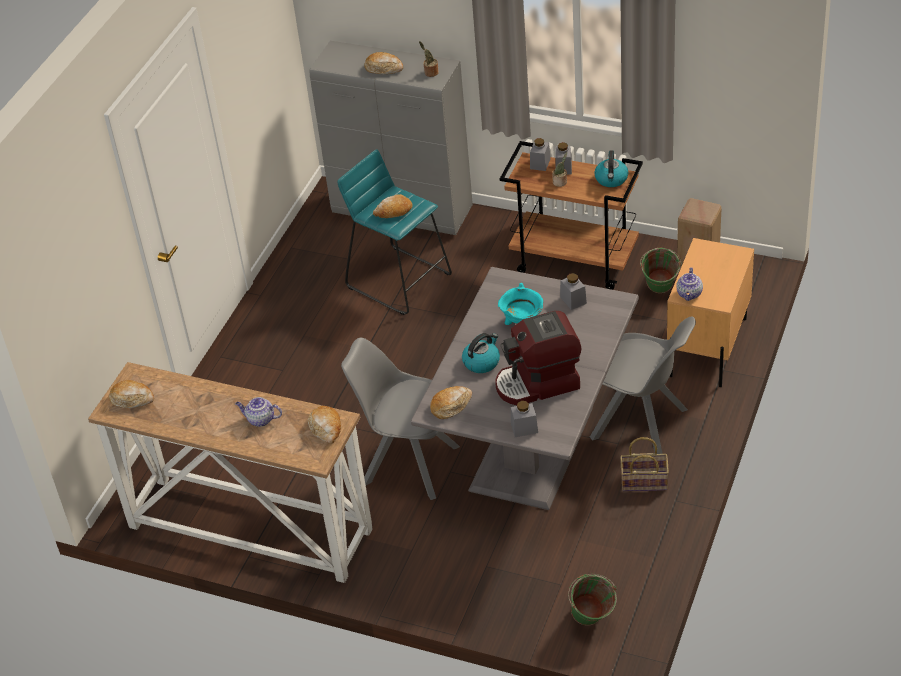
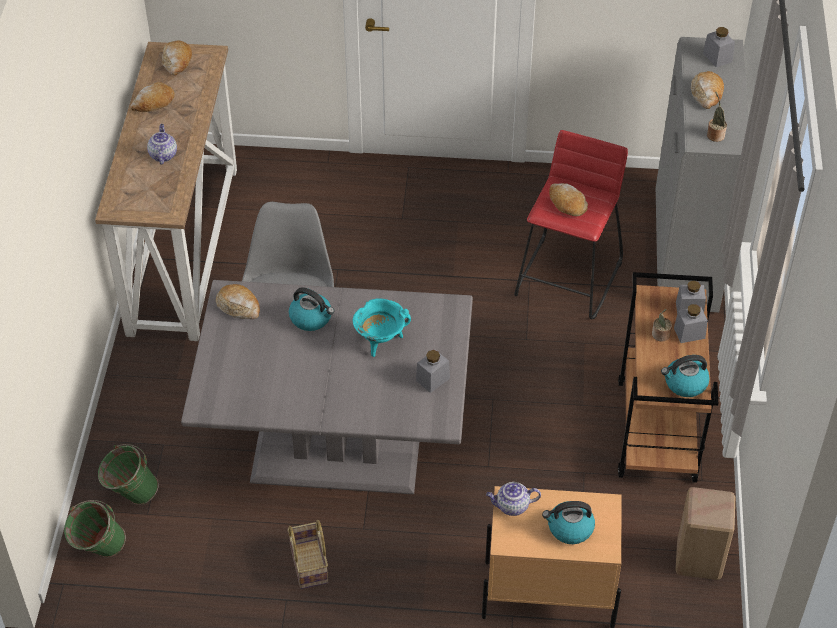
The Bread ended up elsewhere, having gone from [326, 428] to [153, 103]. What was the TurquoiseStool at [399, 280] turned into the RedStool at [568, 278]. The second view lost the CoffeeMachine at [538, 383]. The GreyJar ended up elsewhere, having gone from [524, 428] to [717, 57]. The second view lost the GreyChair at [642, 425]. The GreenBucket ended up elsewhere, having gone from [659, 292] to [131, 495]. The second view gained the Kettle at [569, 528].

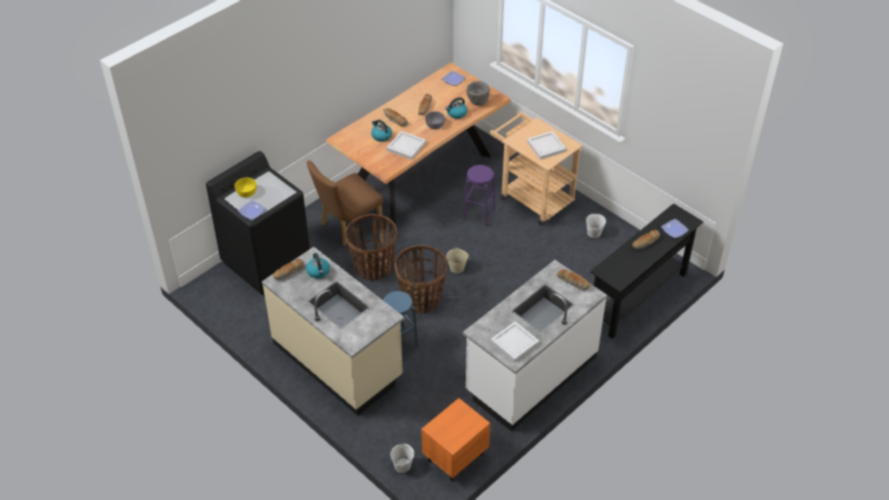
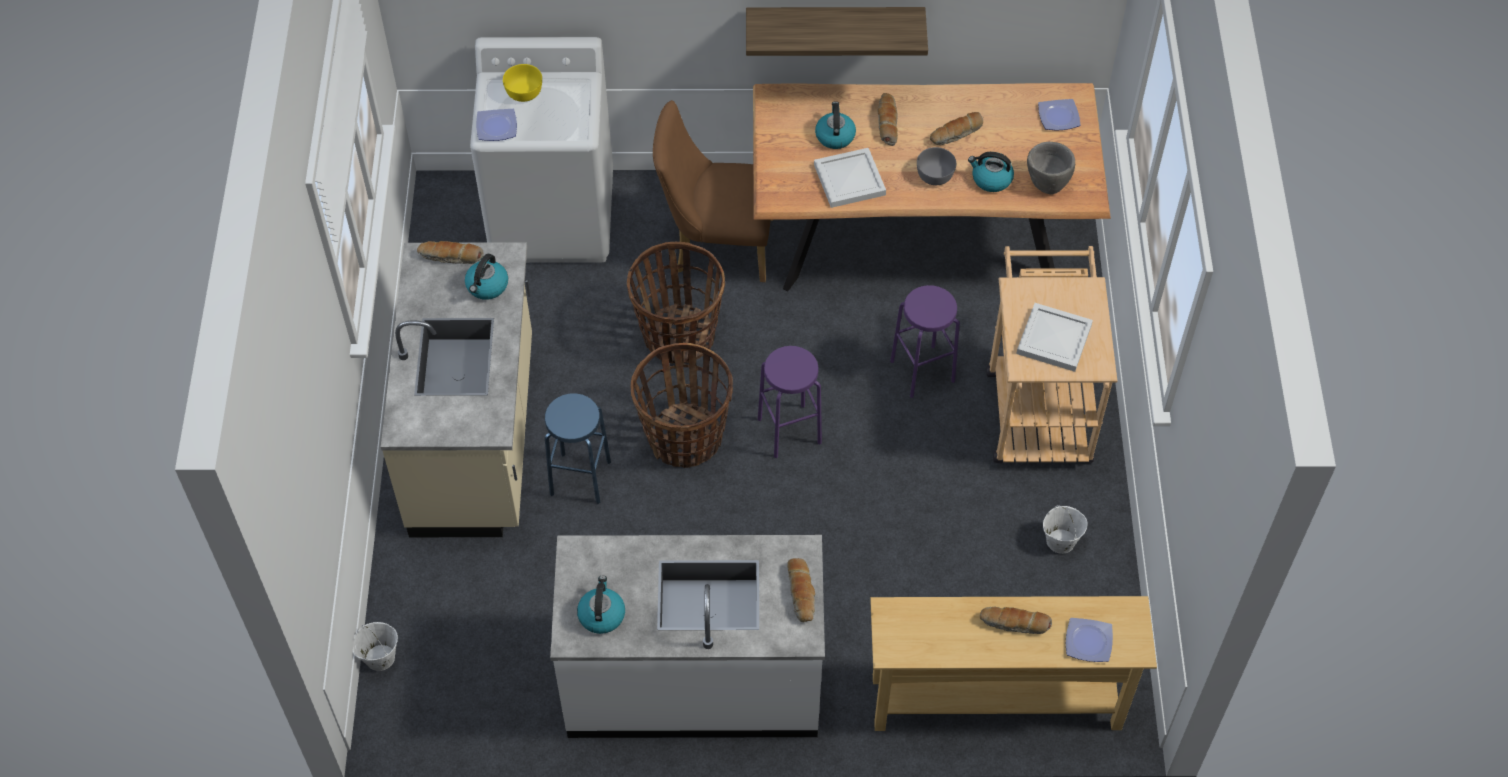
What was the BlackWashingMachine at [267, 262] turned into the WhiteWashingMachine at [553, 217]. The second view lost the OrangeNightstand at [454, 457]. Where the BeigeBucket stood at [457, 268], the PurpleStool came to stand at [789, 431]. Where the WhiteTray stood at [514, 343], the Kettle came to stand at [601, 614]. What was the BlackConsoleTable at [638, 298] turned into the BeigeConsoleTable at [996, 703]. The second view gained the Shelf at [834, 23].

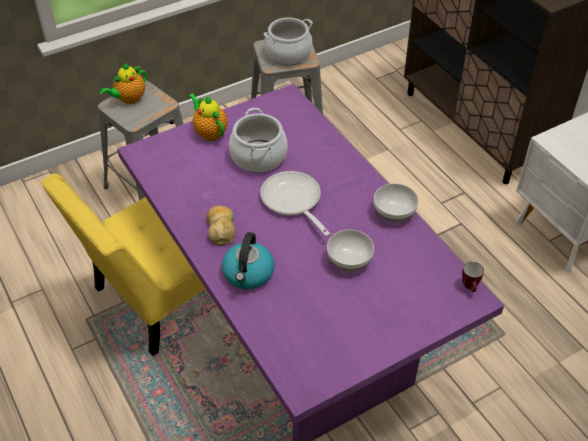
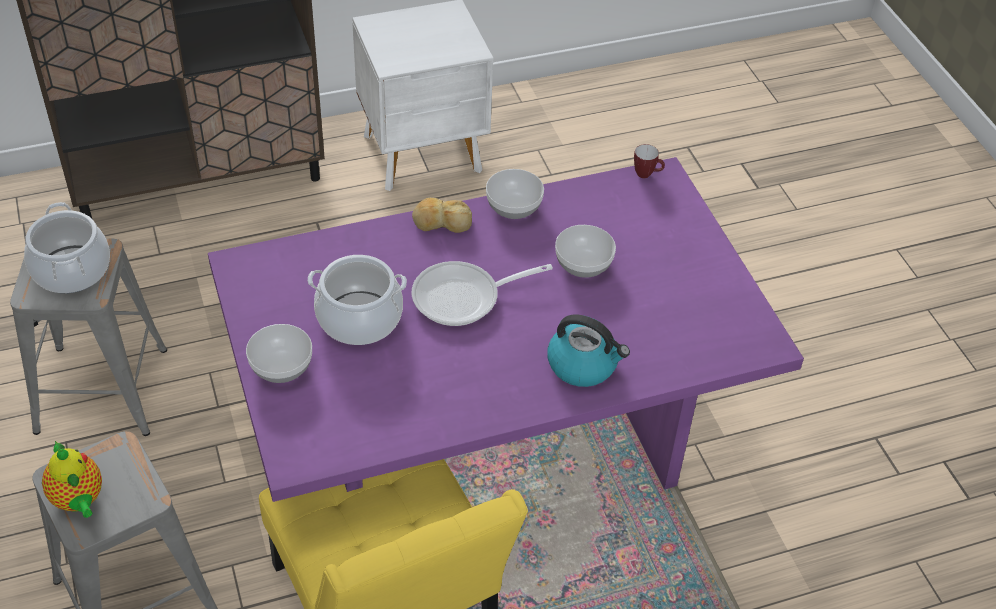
Where the Teapot stood at [209, 132], the Bowl came to stand at [282, 367]. The Bread ended up elsewhere, having gone from [221, 229] to [442, 222].

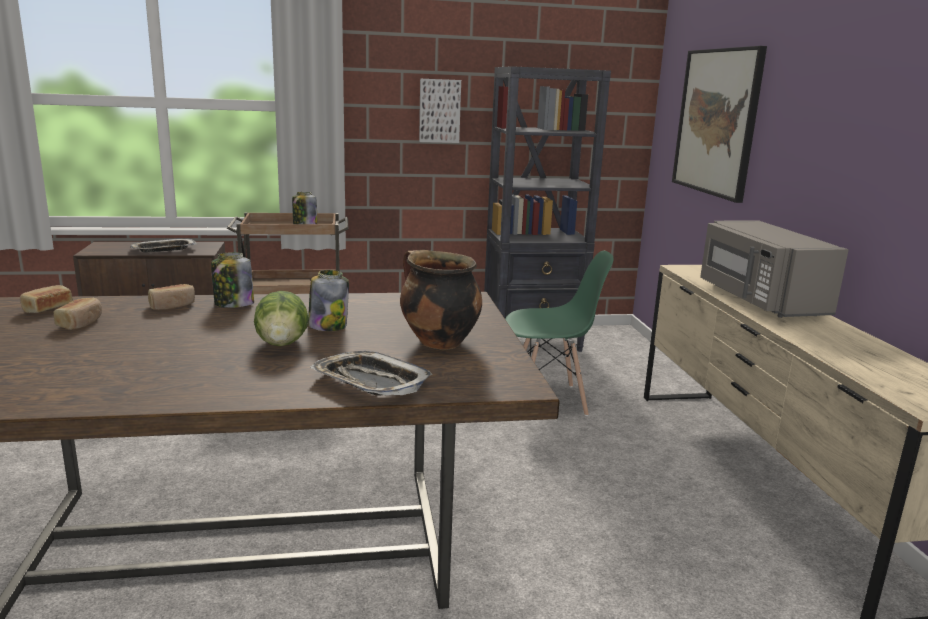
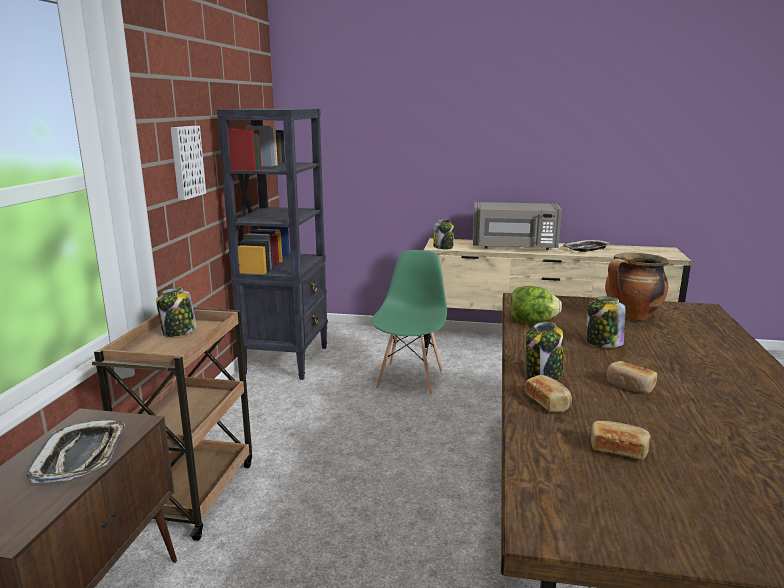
The Bread ended up elsewhere, having gone from [47, 308] to [630, 386]. The Lettuce ended up elsewhere, having gone from [282, 344] to [532, 321]. The Tray ended up elsewhere, having gone from [370, 382] to [587, 249]. The second view lost the Picture at [716, 122]. The second view gained the Jar at [443, 247].

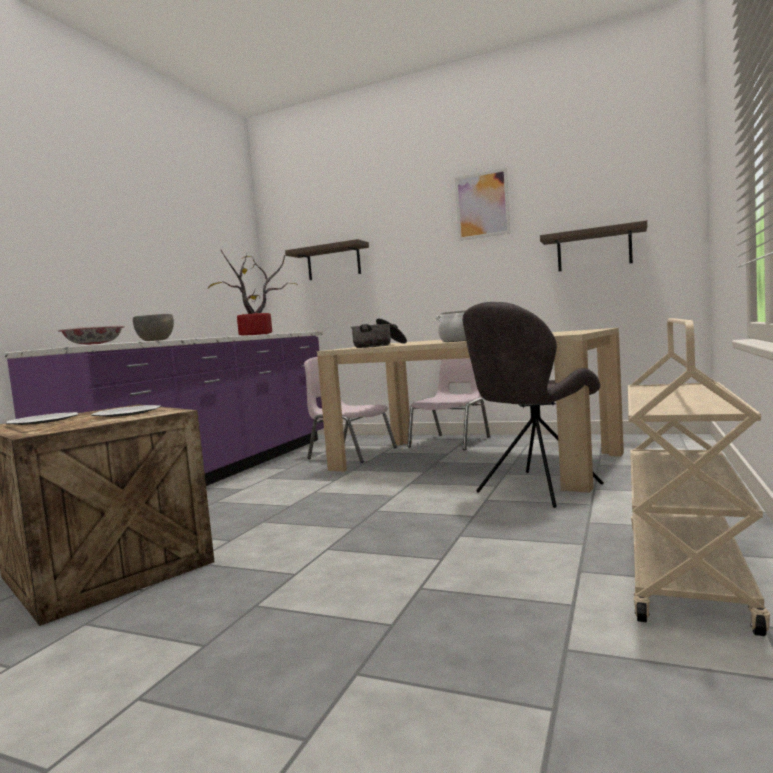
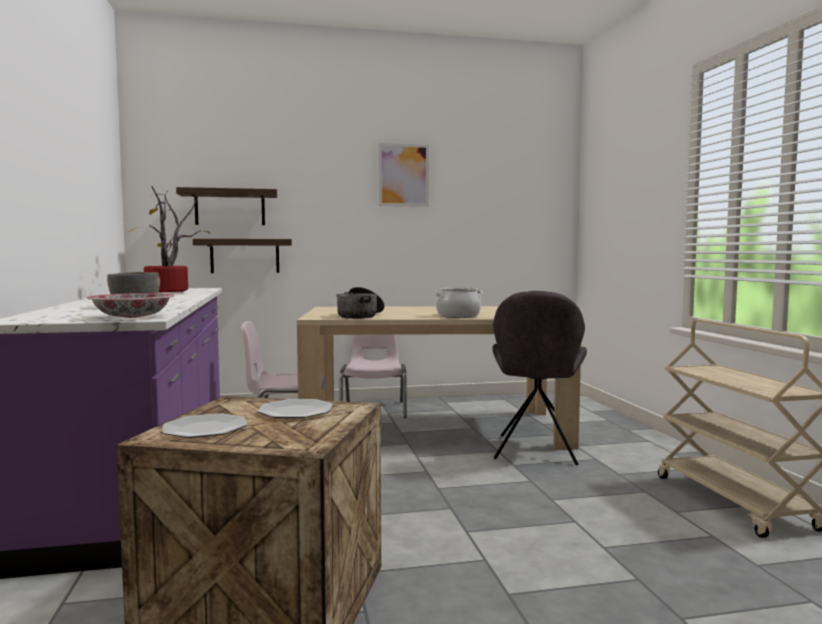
The Shelf ended up elsewhere, having gone from [594, 249] to [245, 256].

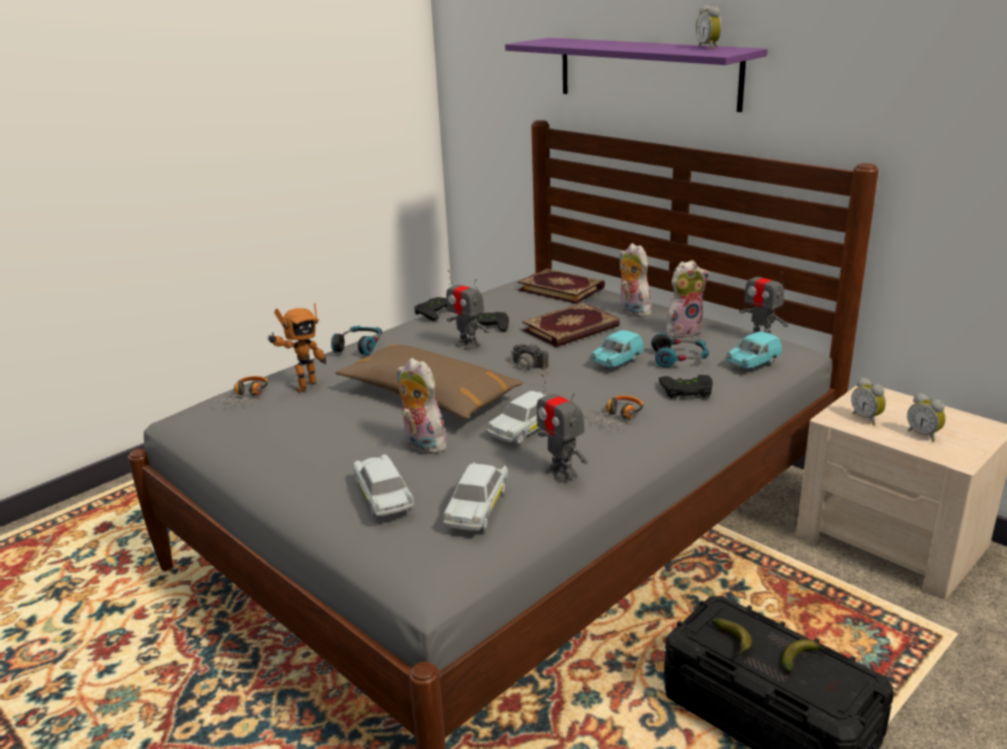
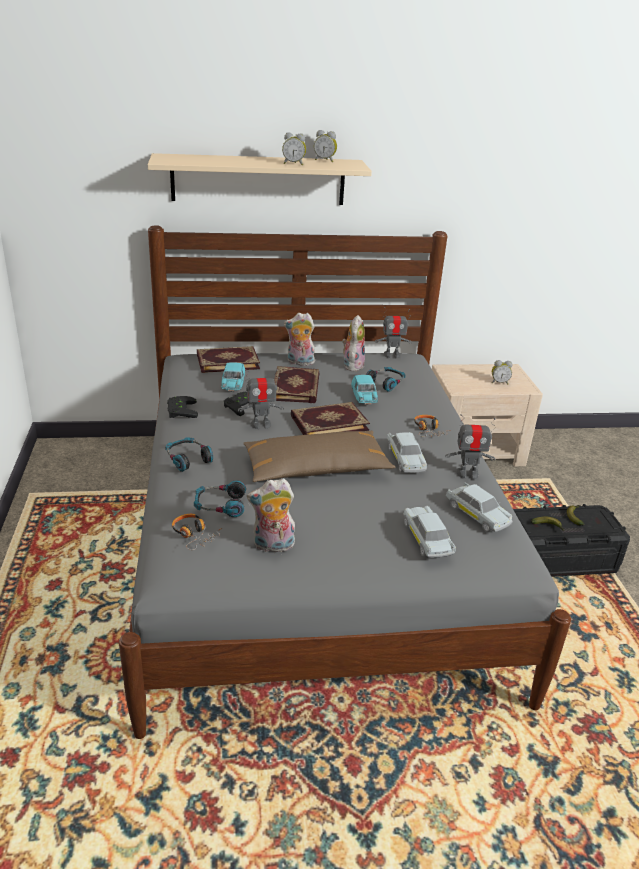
Where the ToyRobot stood at [303, 386], the Headphones came to stand at [220, 505]. The WhiteToyCar at [383, 496] ended up facing another way, 60 degrees clockwise from before. The PlushToy ended up elsewhere, having gone from [421, 445] to [272, 546]. What was the PurpleShelf at [646, 72] turned into the BeigeShelf at [258, 180]. Where the PhotoCamera stood at [530, 367], the Book came to stand at [329, 422]. The second view lost the BlackGameController at [686, 391]. The TurquoiseToyCar ended up elsewhere, having gone from [752, 364] to [233, 386]. The AlarmClock ended up elsewhere, having gone from [867, 418] to [294, 164].

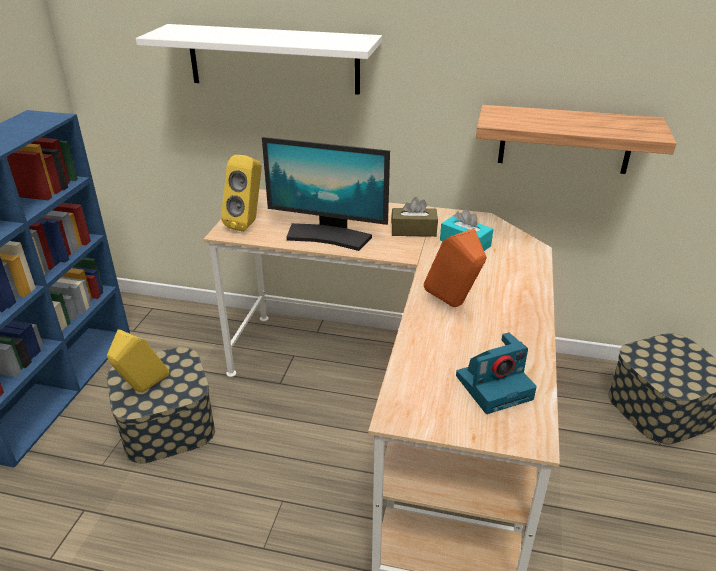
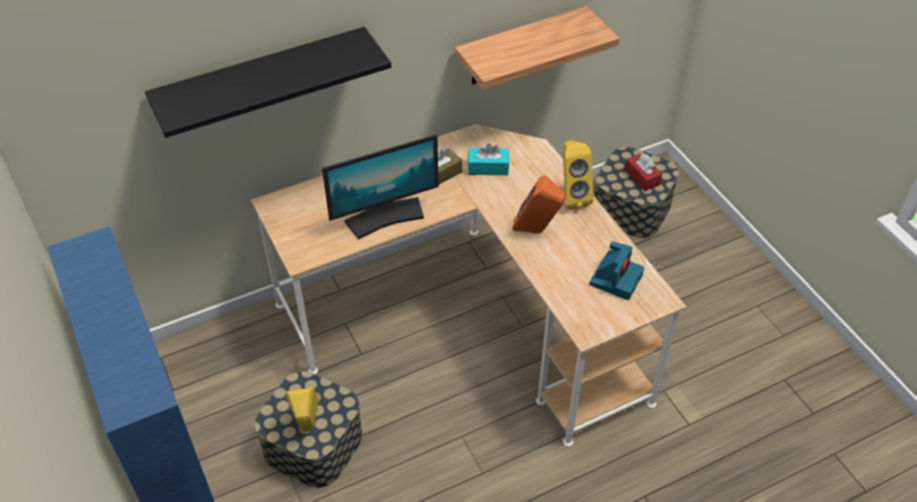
What was the WhiteShelf at [273, 59] turned into the BlackShelf at [262, 81]. The YellowSpeaker ended up elsewhere, having gone from [248, 224] to [571, 197]. The second view gained the RedTissueBox at [642, 177].

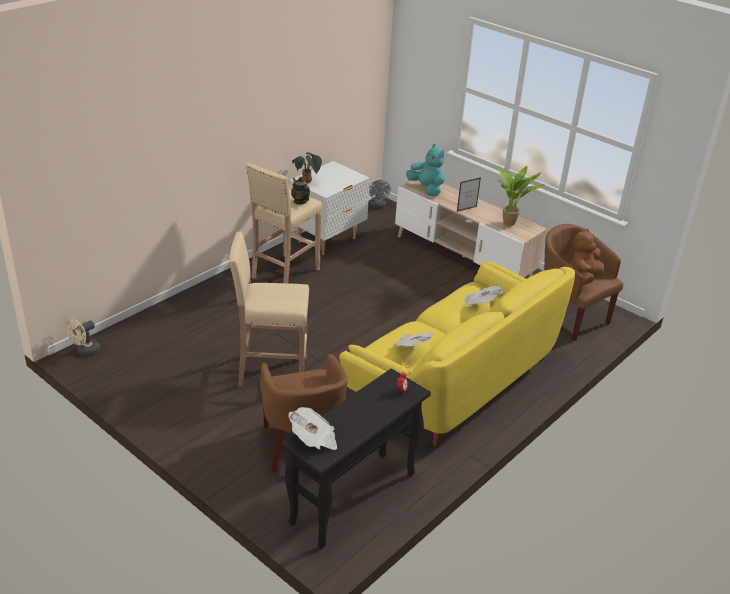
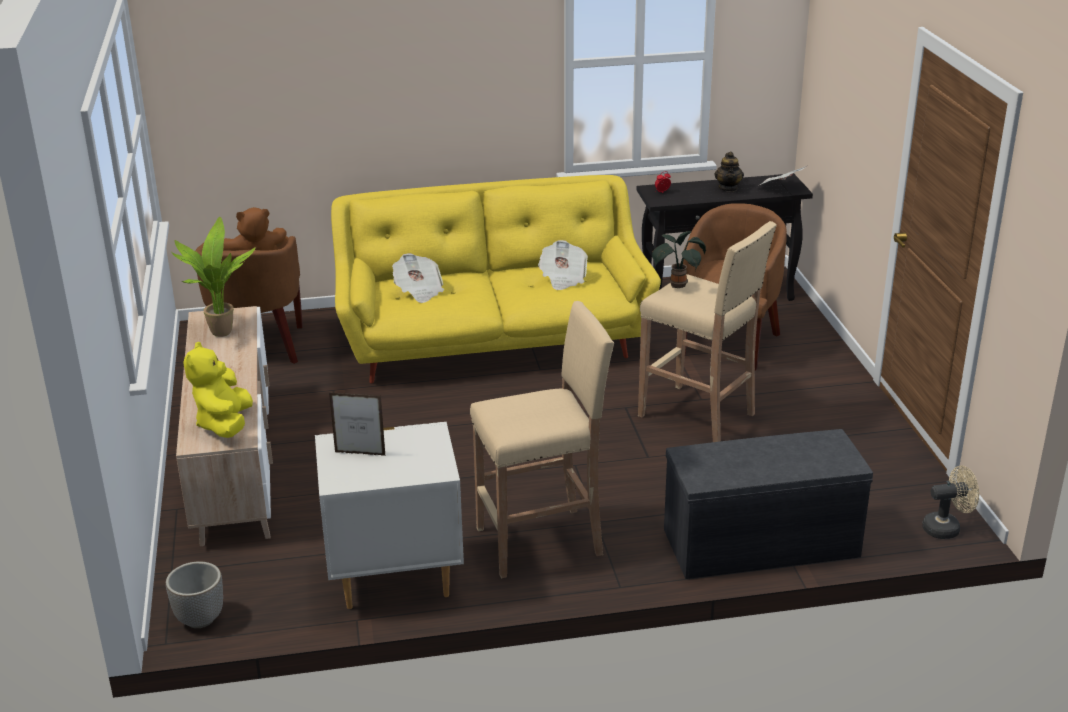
The Teapot ended up elsewhere, having gone from [300, 201] to [728, 188]. The PottedPlant ended up elsewhere, having gone from [307, 181] to [678, 284]. Where the GreyFan stood at [378, 206], the Planter came to stand at [199, 619]. What was the TurquoisePlushToy at [426, 189] turned into the YellowPlushToy at [225, 424]. The PictureFrame ended up elsewhere, having gone from [466, 209] to [360, 454]. The second view gained the GreyBench at [759, 544].

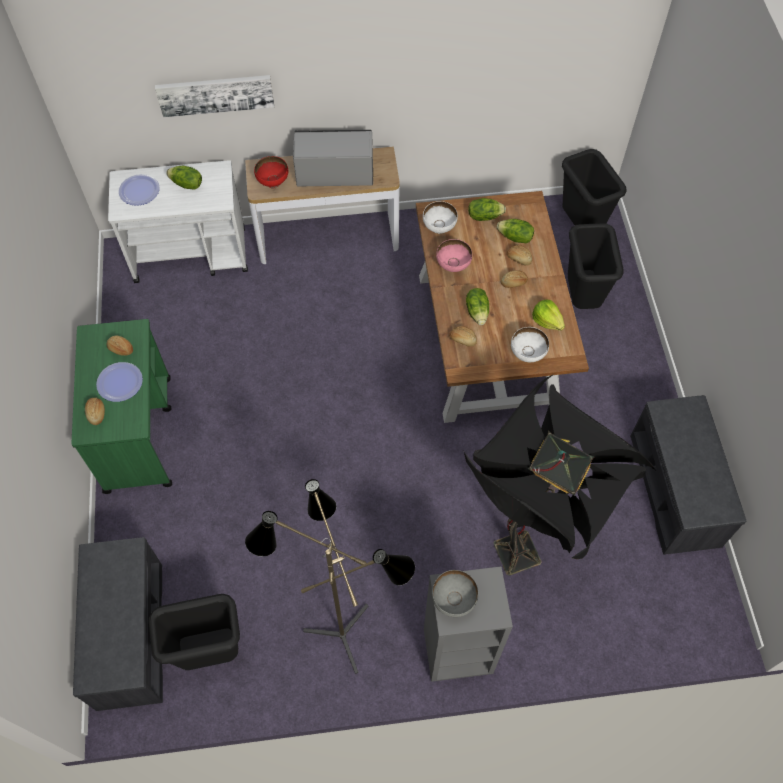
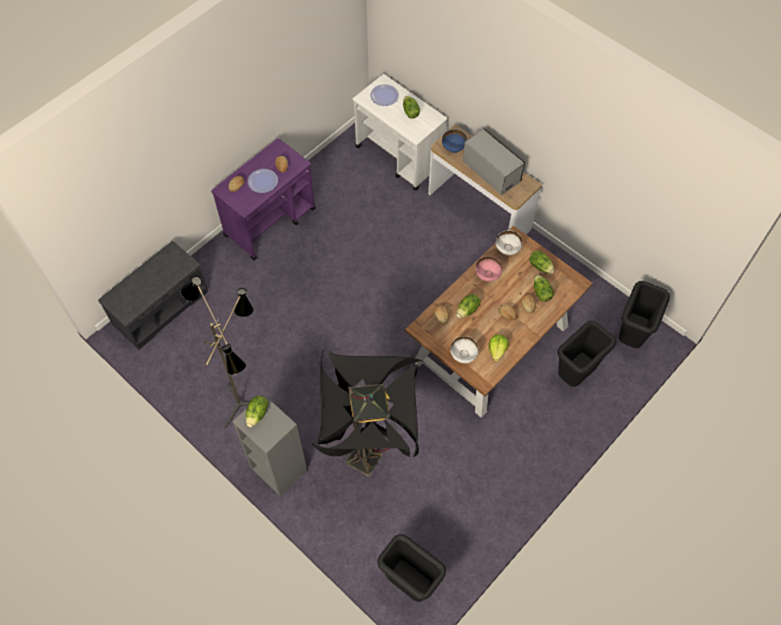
What was the GreenCart at [139, 433] turned into the PurpleCart at [270, 222]. The BlackTrashCan ended up elsewhere, having gone from [211, 652] to [410, 583]. The second view lost the Picture at [215, 94]. What was the RedBowl at [273, 182] turned into the BlueBowl at [453, 148]. Where the GreyBowl stood at [453, 600], the Lettuce came to stand at [257, 414]. The second view lost the GreyBench at [676, 491].

